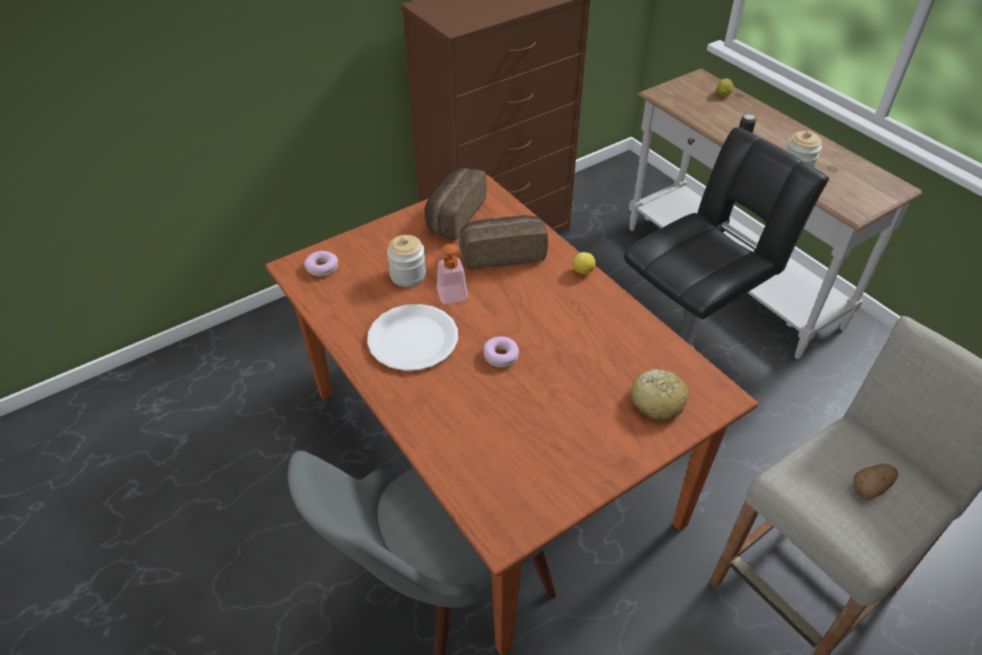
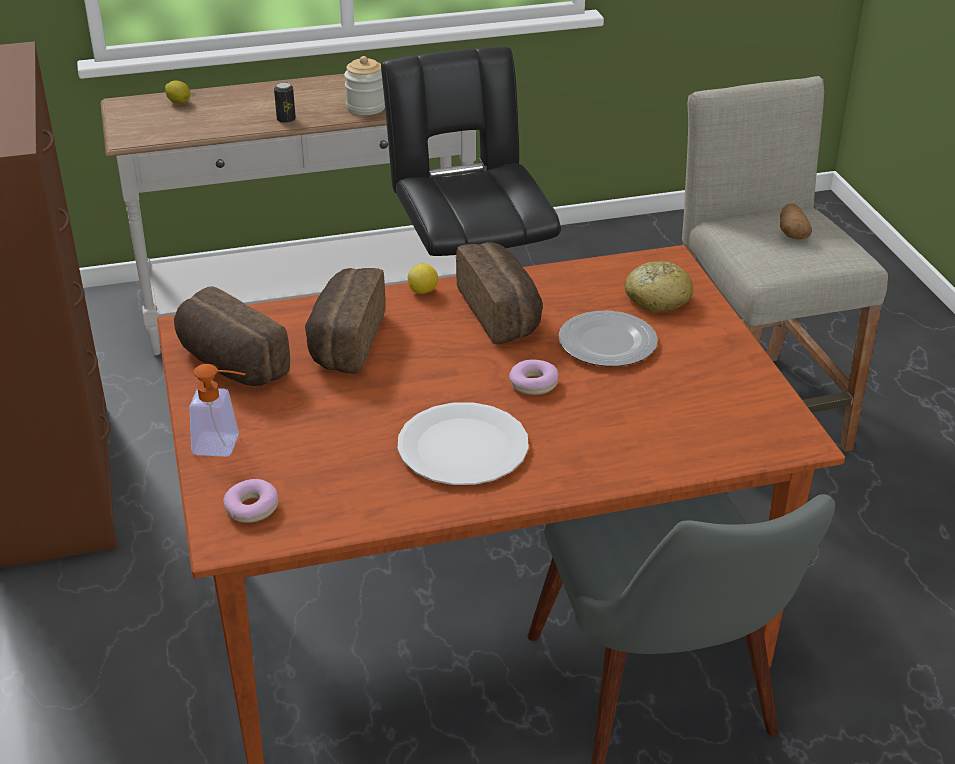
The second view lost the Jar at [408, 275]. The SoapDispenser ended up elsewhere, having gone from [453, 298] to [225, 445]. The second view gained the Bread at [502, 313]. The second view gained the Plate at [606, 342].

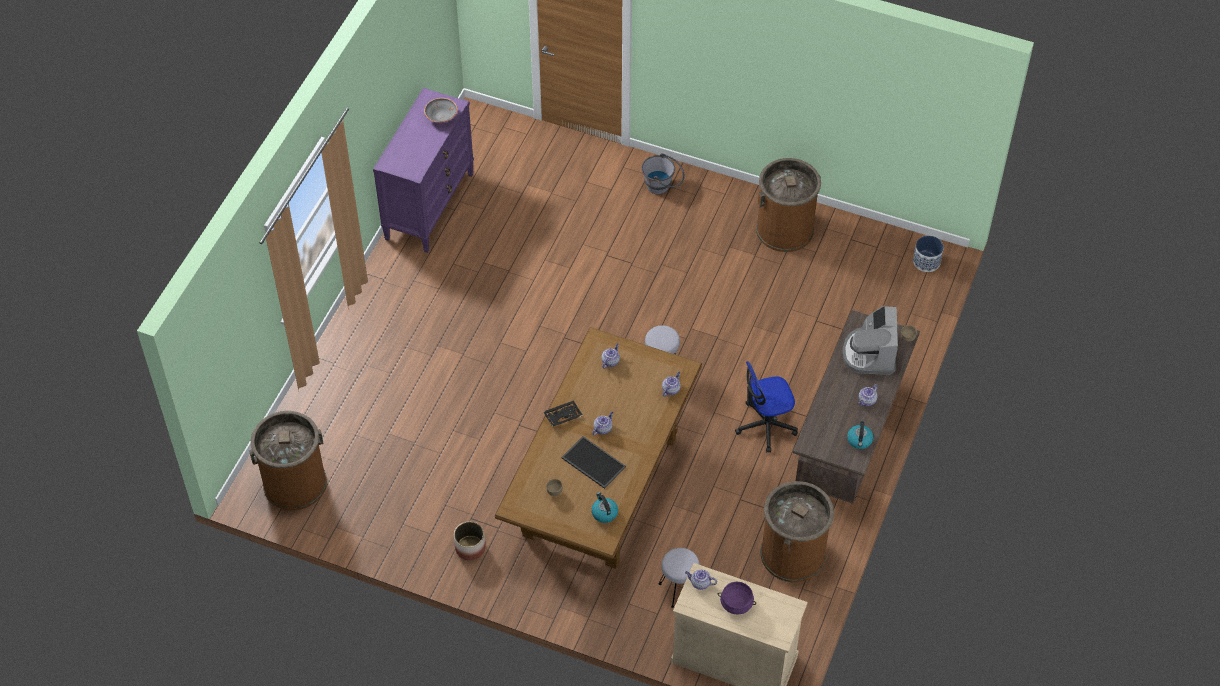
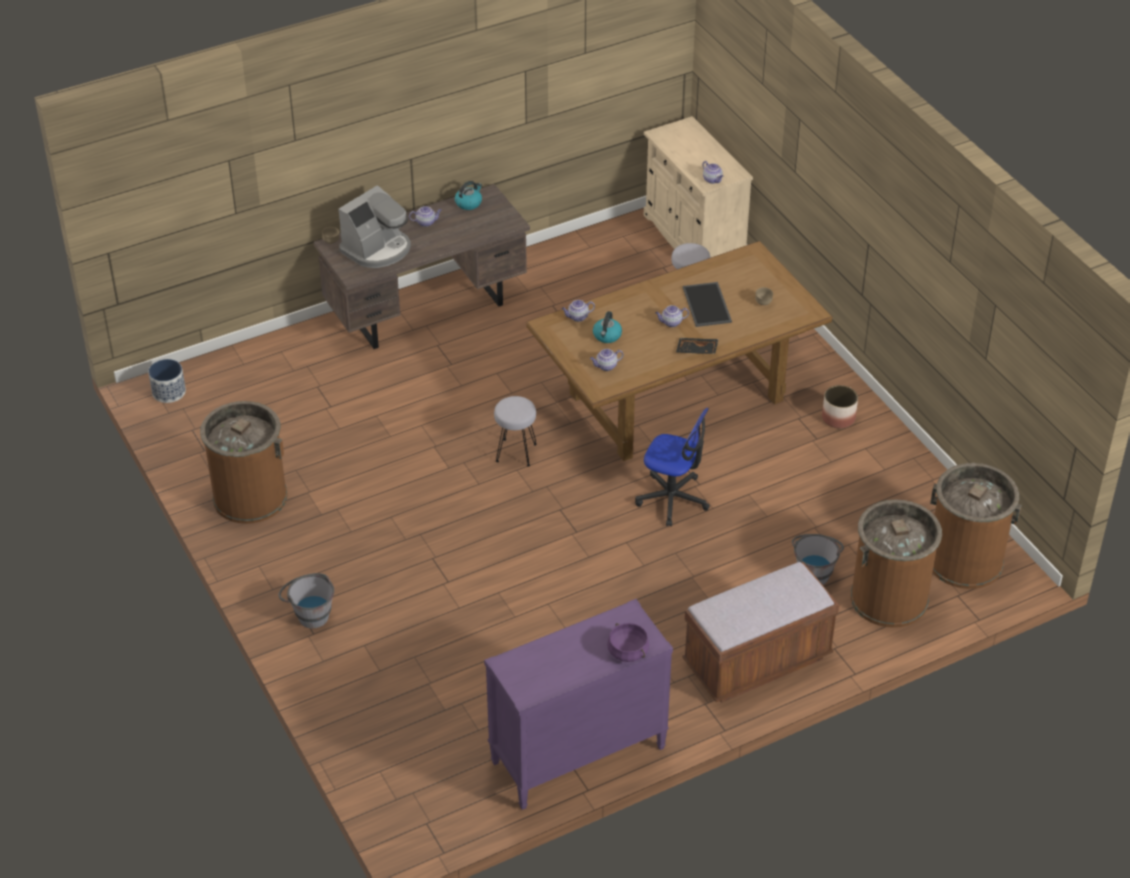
The second view lost the GreyBowl at [441, 117]. The Kettle ended up elsewhere, having gone from [604, 513] to [607, 336]. The PurpleCookingPot ended up elsewhere, having gone from [736, 603] to [628, 651]. The OfficeChair ended up elsewhere, having gone from [765, 425] to [672, 499]. The BrownTrashCan ended up elsewhere, having gone from [793, 554] to [889, 598]. The second view gained the BrownBench at [757, 661]. The second view gained the GreyBucket at [814, 571].

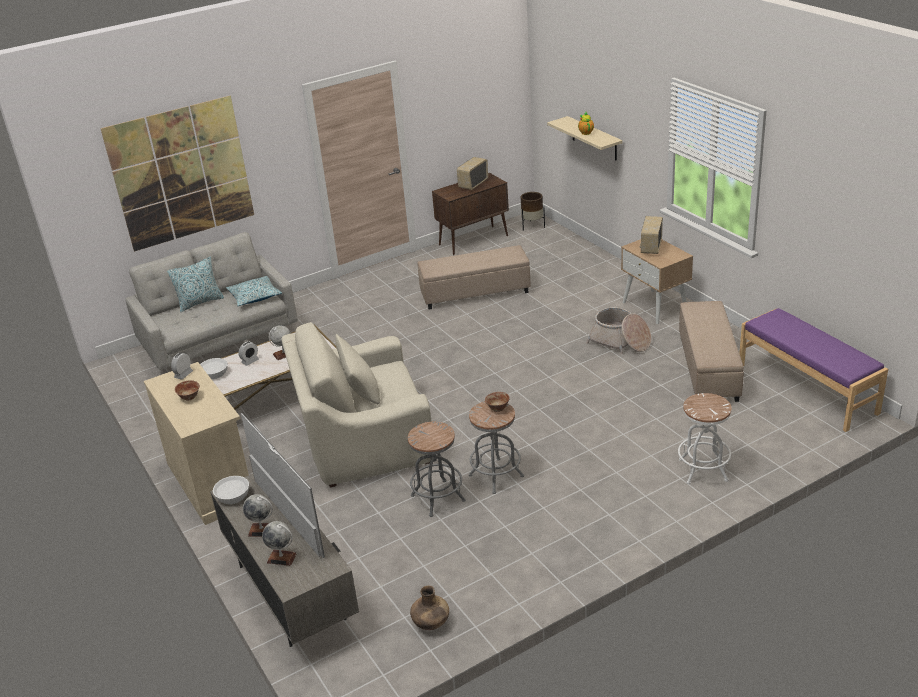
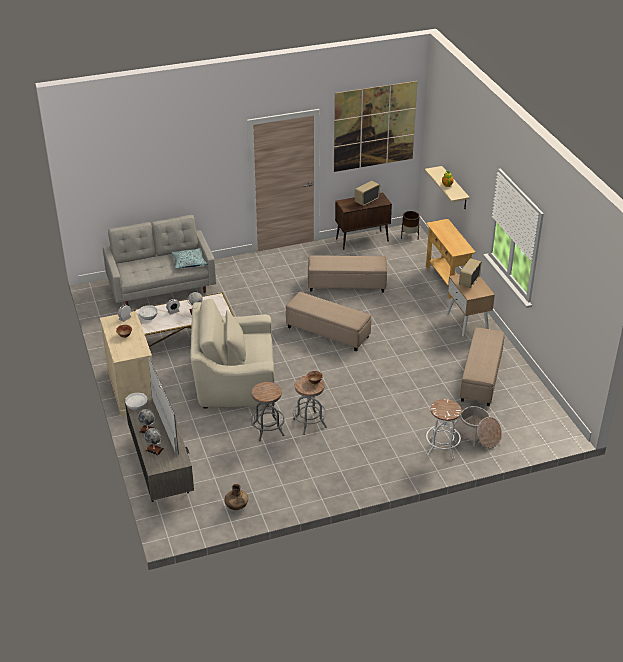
The Picture ended up elsewhere, having gone from [181, 173] to [374, 126]. The second view lost the Pillow at [200, 302]. The Basket ended up elsewhere, having gone from [620, 342] to [477, 434]. The second view lost the PurpleBench at [807, 388]. The second view gained the BeigeOttoman at [328, 332]. The second view gained the BeigeConsoleTable at [446, 280].

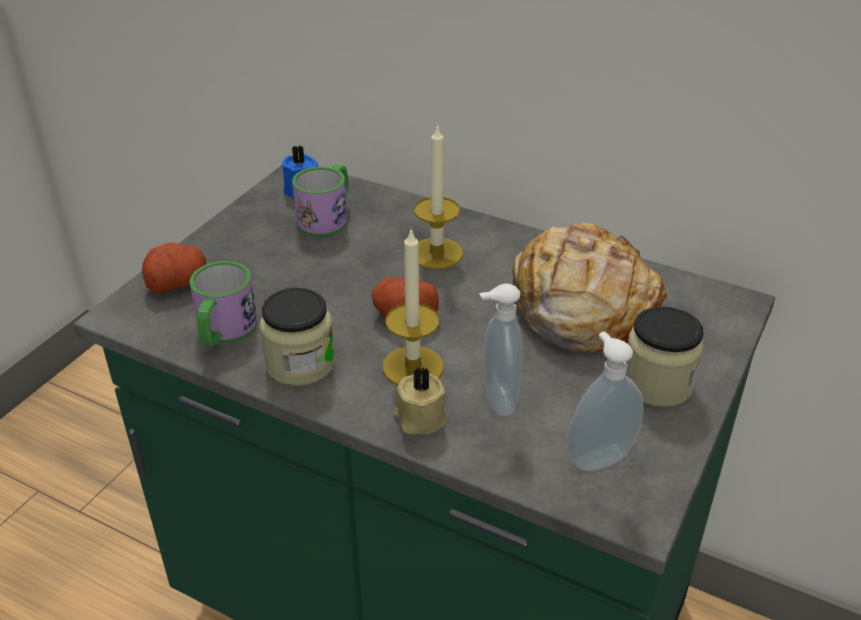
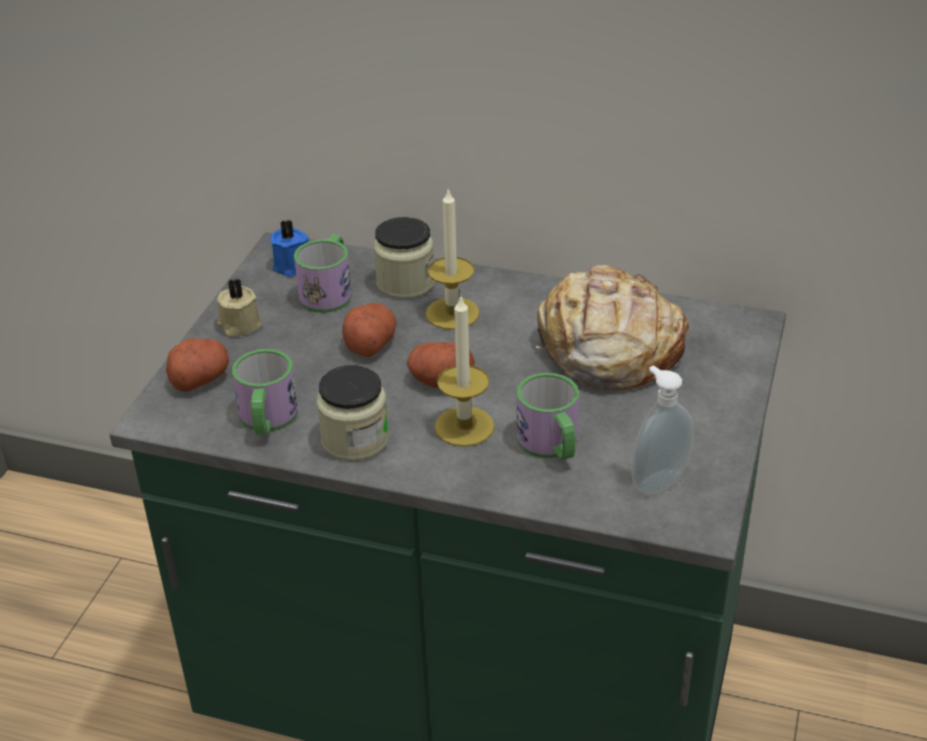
The BeigeCandle ended up elsewhere, having gone from [419, 418] to [239, 325]. Where the SoapDispenser stood at [496, 400], the Mug came to stand at [551, 445]. The Jar ended up elsewhere, having gone from [657, 384] to [405, 283]. The second view gained the Potato at [369, 343].

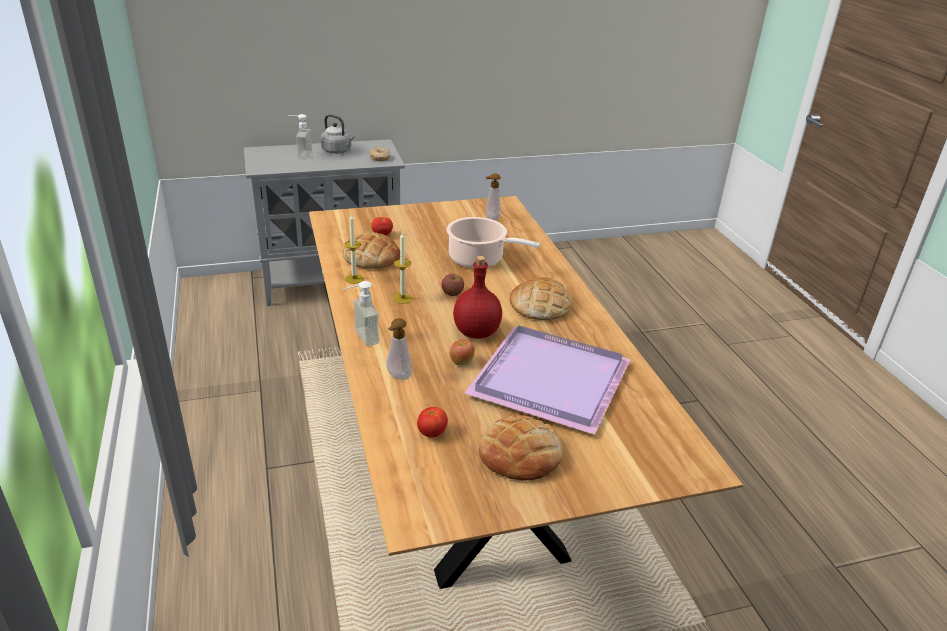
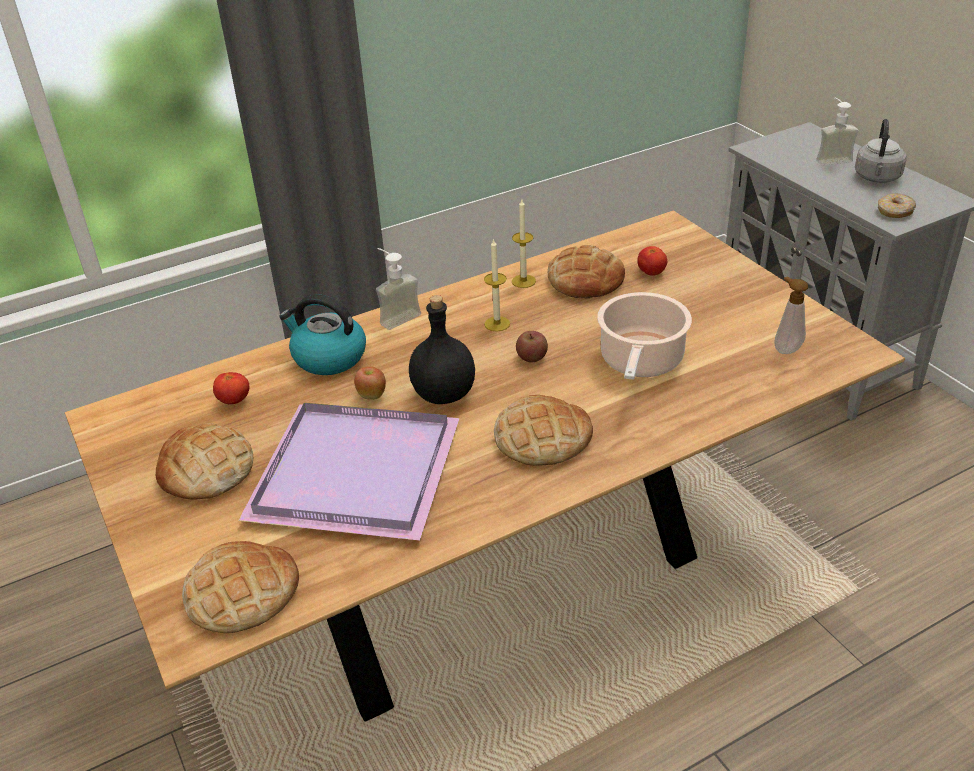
Where the SoapDispenser stood at [397, 377], the Kettle came to stand at [328, 357]. What was the RedBottle at [477, 332] turned into the BlackBottle at [445, 394]. The second view gained the Bread at [242, 593].

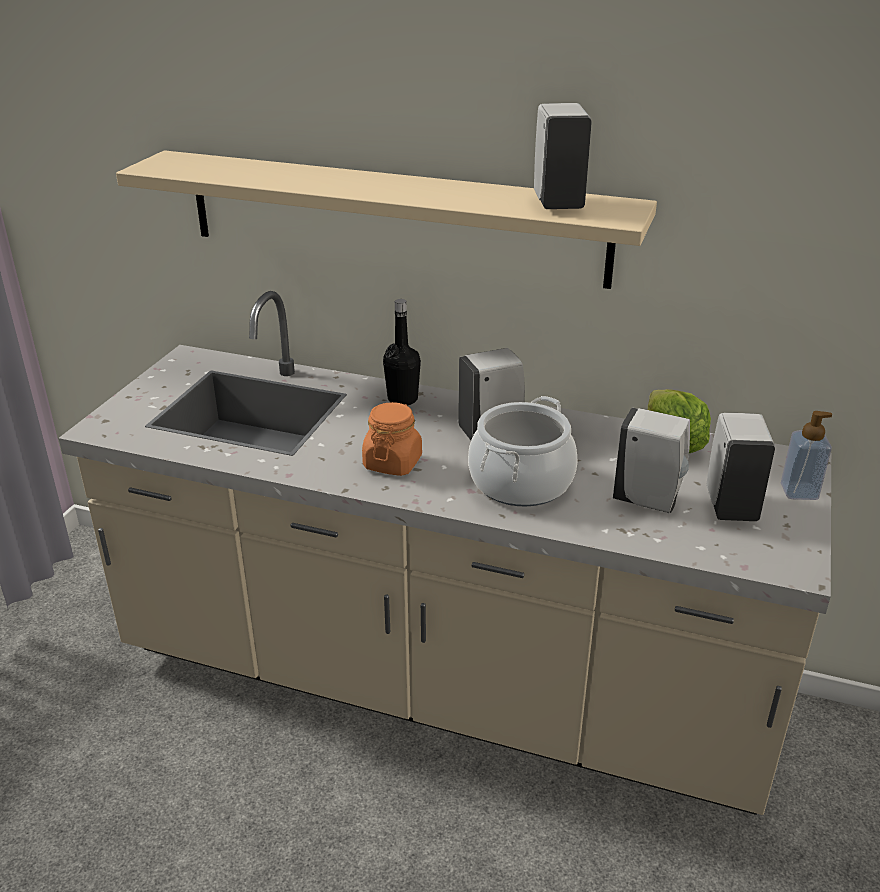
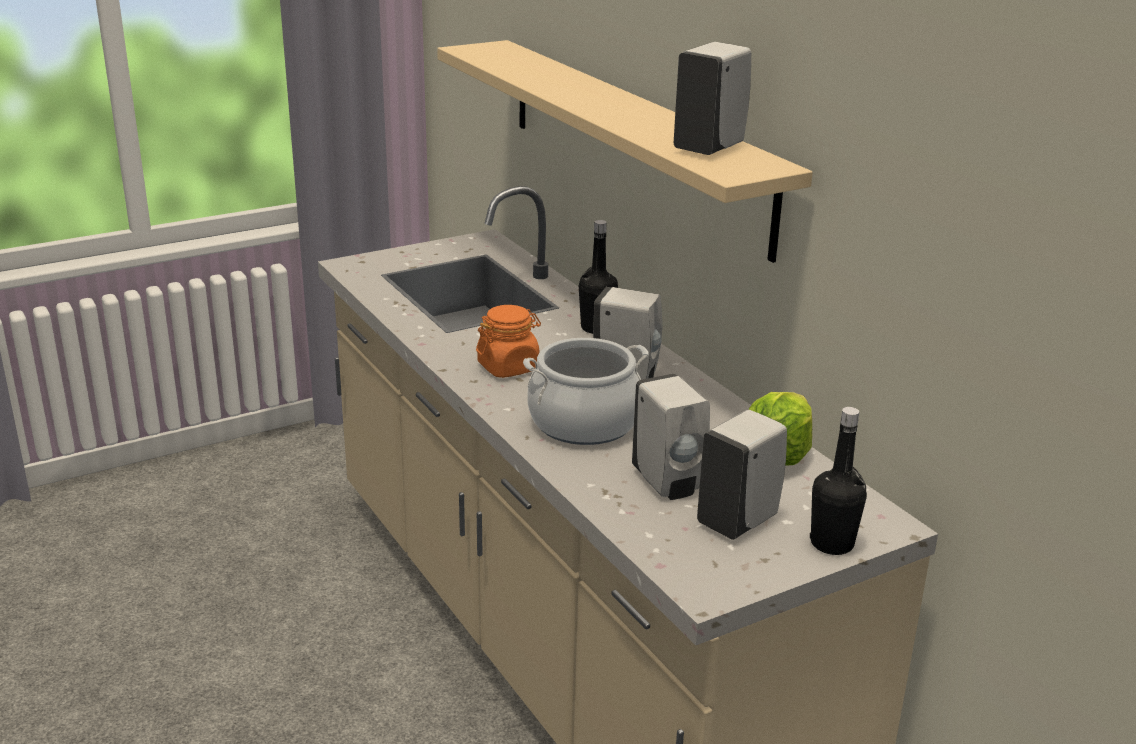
Where the SoapDispenser stood at [799, 491], the BlackBottle came to stand at [832, 543].

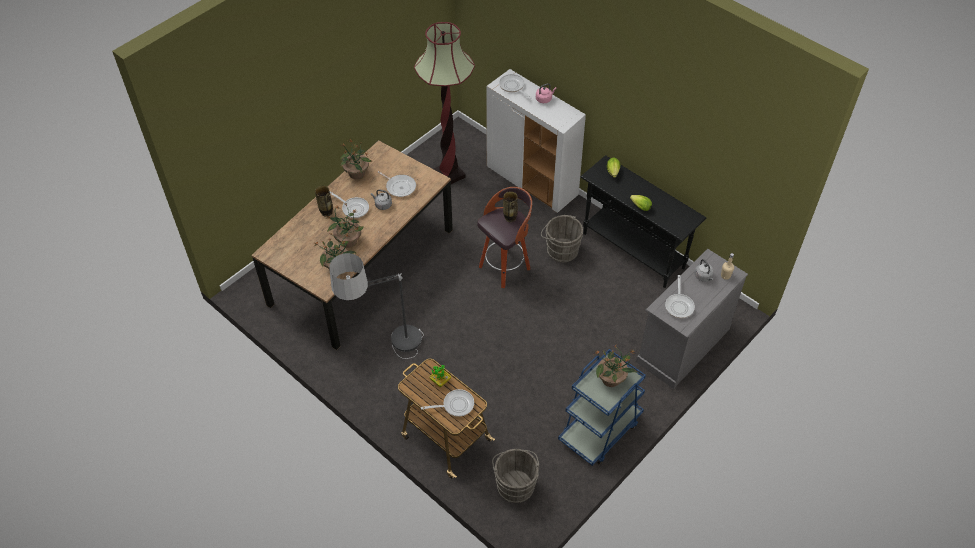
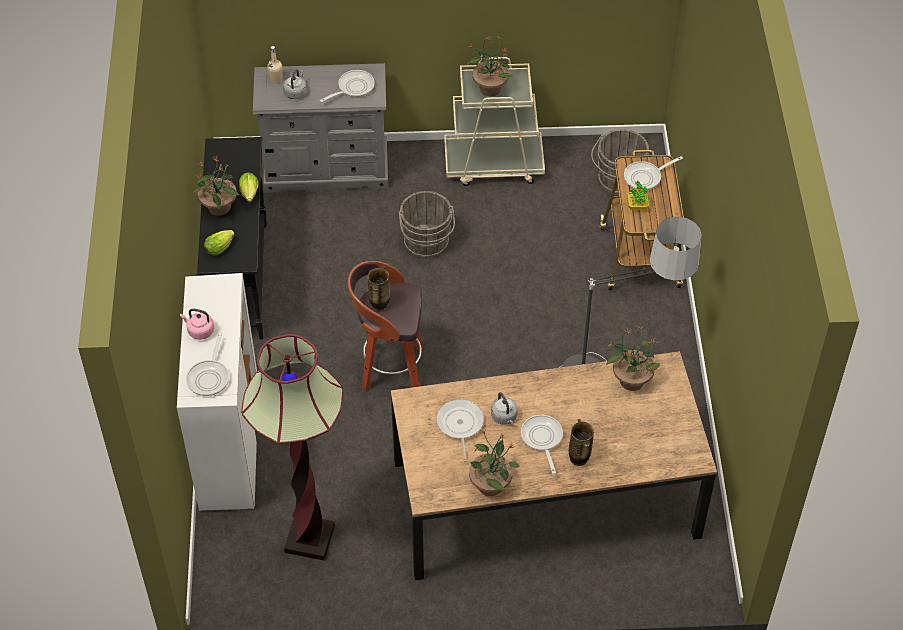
The PottedPlant ended up elsewhere, having gone from [348, 241] to [219, 207]. The FryingPan at [455, 405] ended up facing another way, 60 degrees counterclockwise from before. The GreyBucket ended up elsewhere, having gone from [560, 249] to [426, 244]. What was the BlueCart at [599, 430] turned into the BeigeCart at [494, 164].

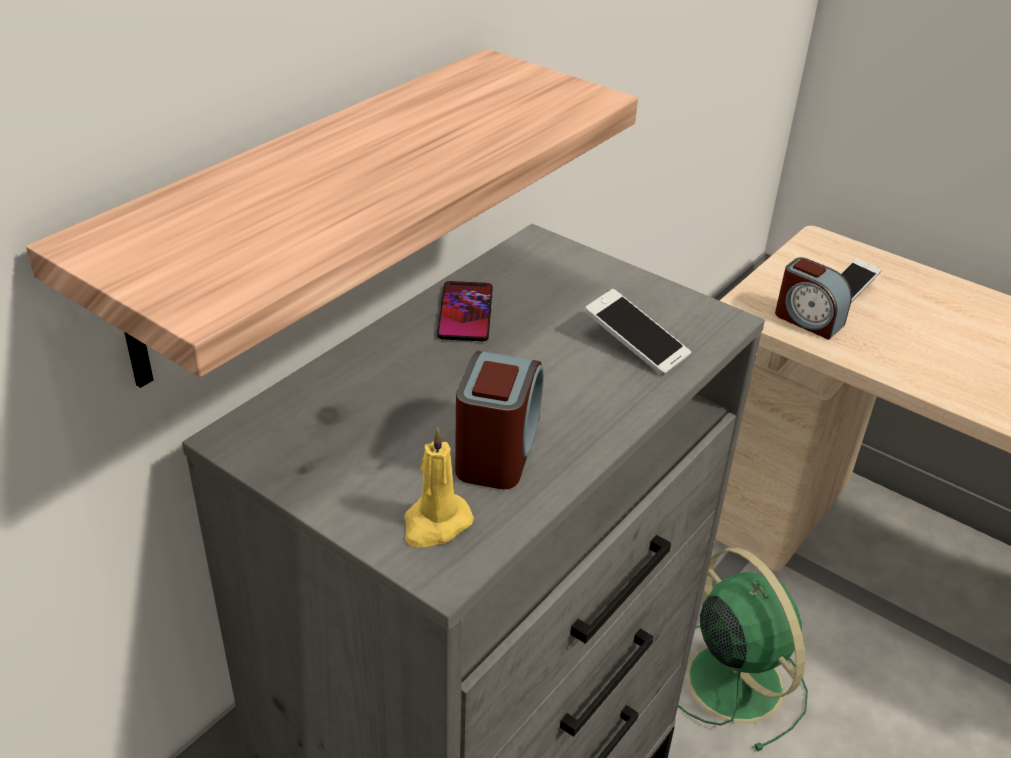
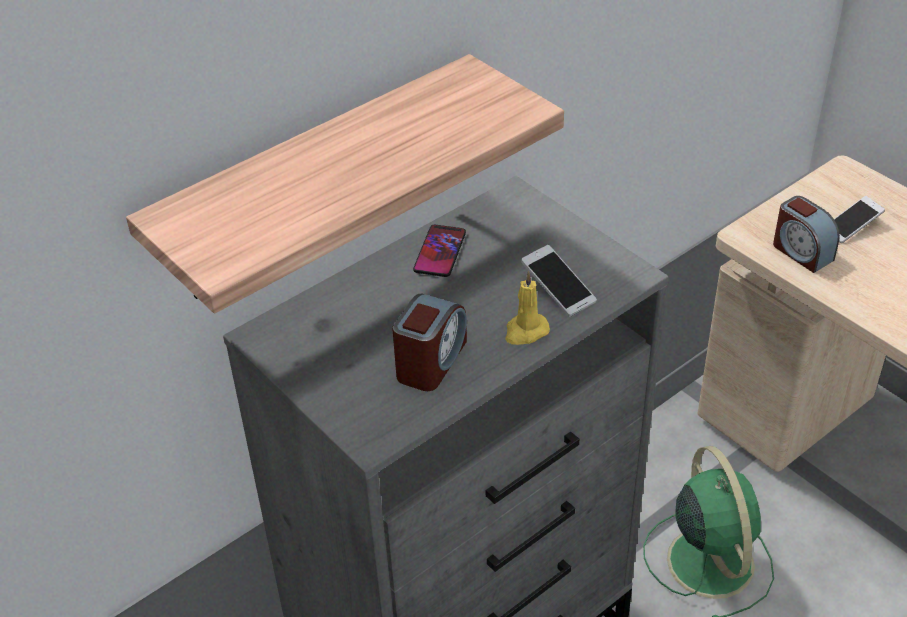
The YellowCandle ended up elsewhere, having gone from [435, 524] to [525, 331].

